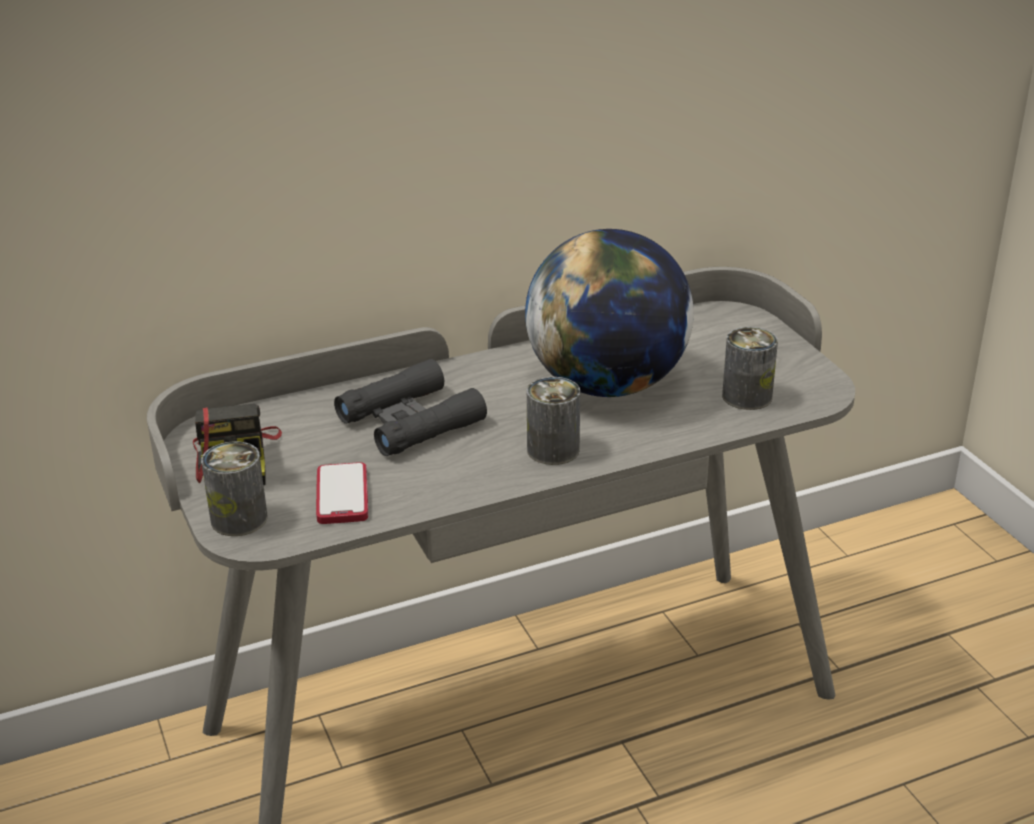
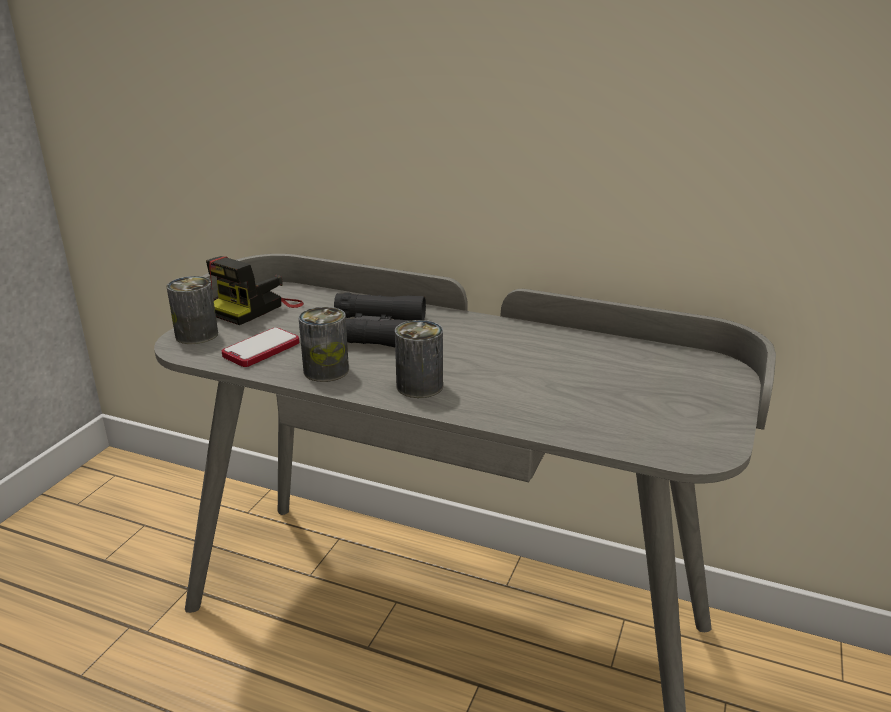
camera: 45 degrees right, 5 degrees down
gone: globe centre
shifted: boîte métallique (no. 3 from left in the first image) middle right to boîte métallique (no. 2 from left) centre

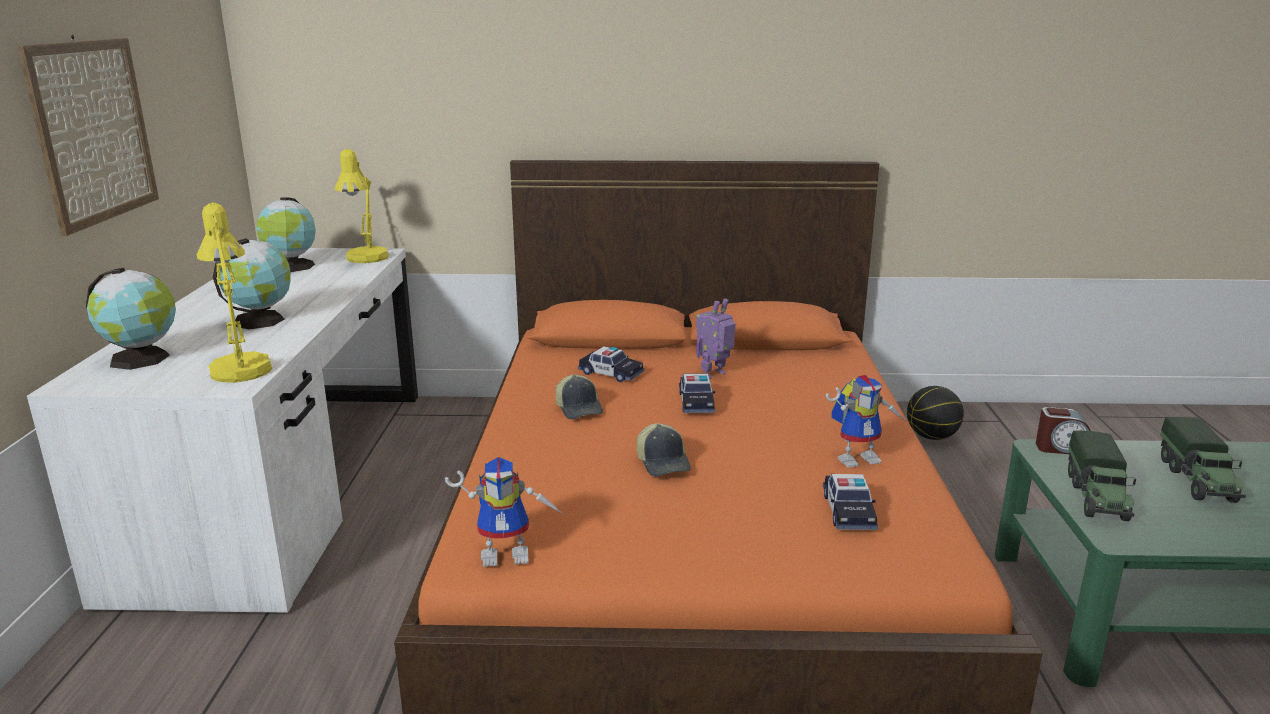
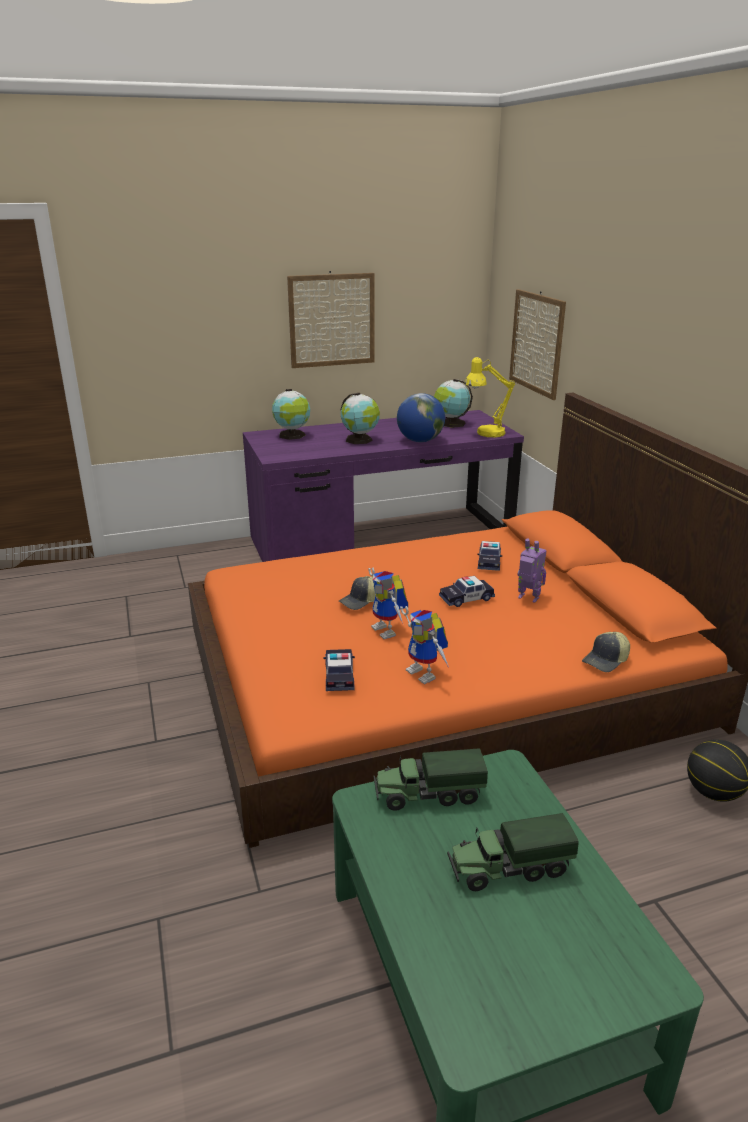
camera: 70 degrees right, 5 degrees up
gone: lampe de table [jaune] (no. 1 from left) middle left; réveil middle right
new: tableau (no. 2 from left) top right; globe (no. 3 from left) centre
shifted: casquette (no. 1 from left in the first image) centre to casquette (no. 2 from left) middle right; robot jouet (no. 1 from left) bottom centre to centre
repainted: bureau [blanc] middle left to bureau [violet] centre
rotated: petite voiture (no. 3 from left in the first image) bottom right = centre 105 degrees clockwise

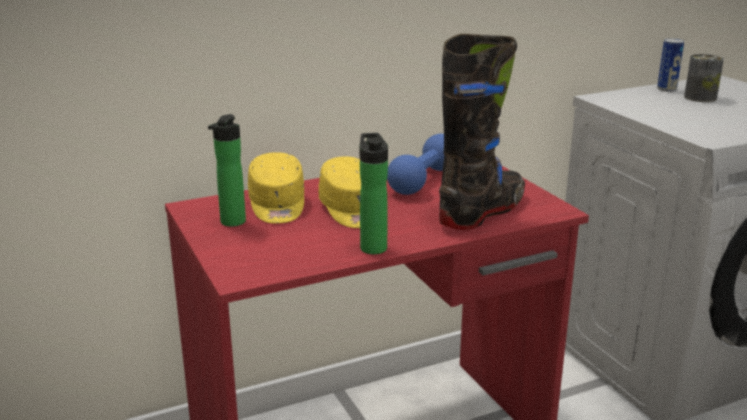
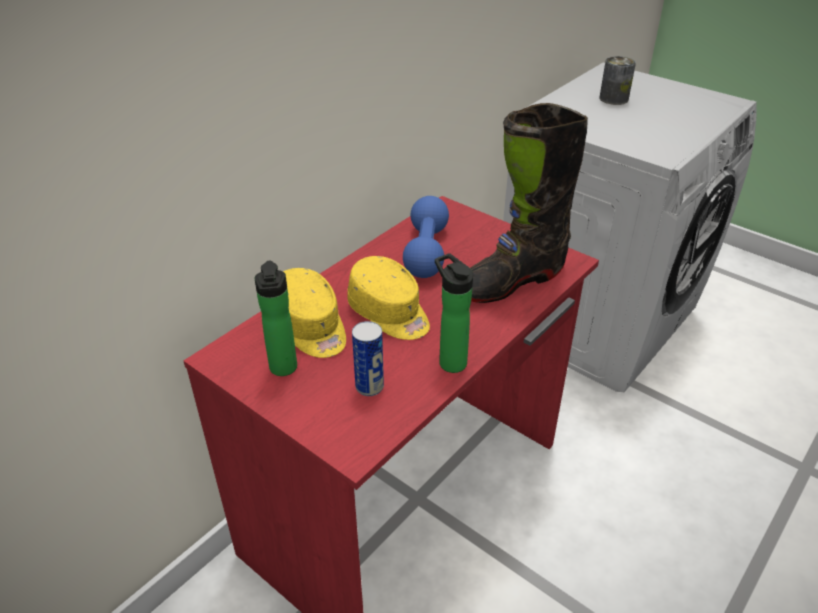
camera: 25 degrees left, 15 degrees up
shifted: boîte métallique (no. 1 from left) top right to centre
rotated: botte [noir] top centre = top centre 135 degrees counterclockwise

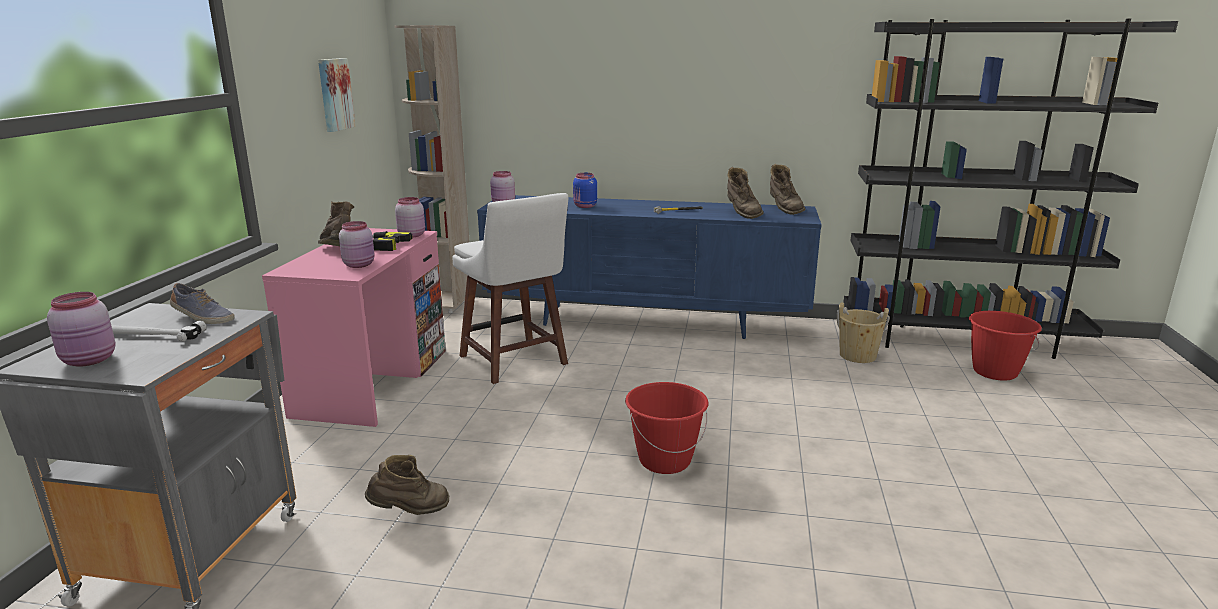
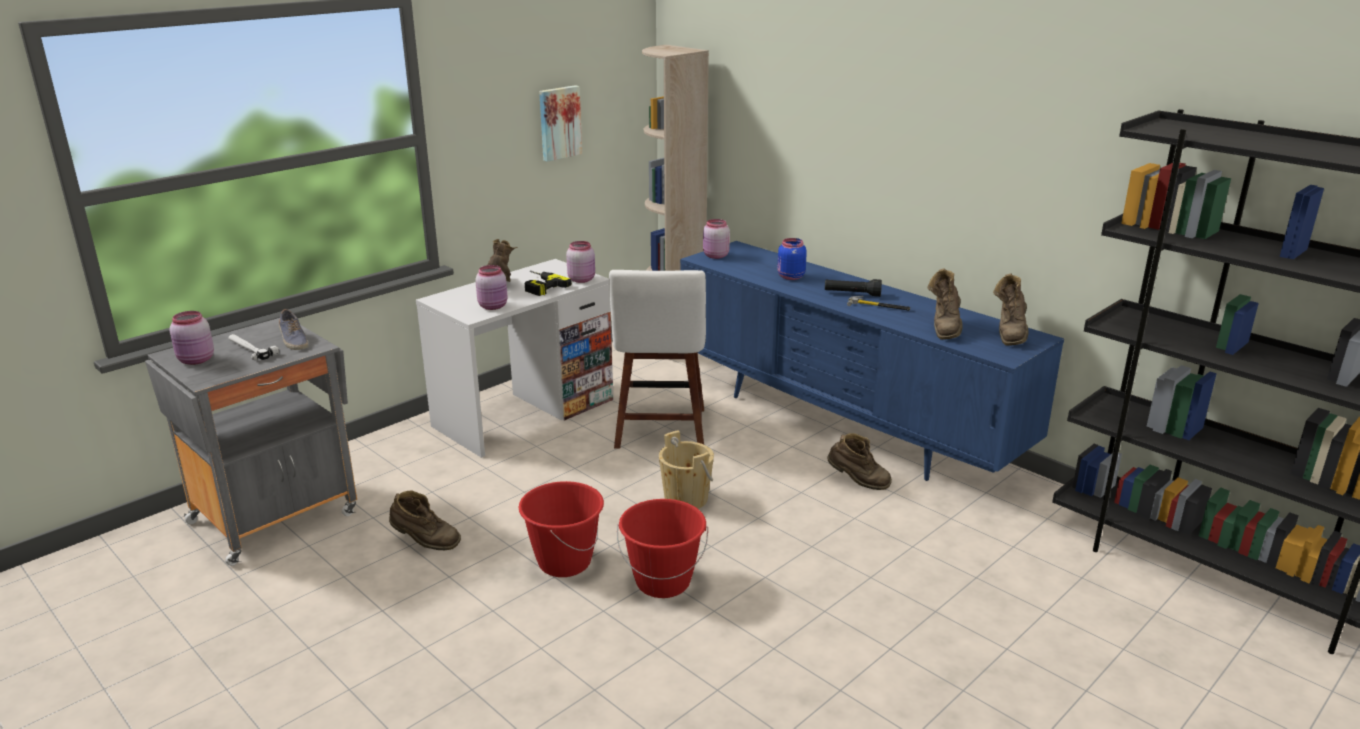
camera: 35 degrees right, 5 degrees up
new: lampe de poche [noir] centre; botte [marron] (no. 3 from left) centre
shifted: seau [beige] middle right to centre; seau [rouge] (no. 2 from left in the first image) middle right to seau [rouge] (no. 1 from left) bottom centre
repainted: bureau [rose] middle left to bureau [blanc] centre

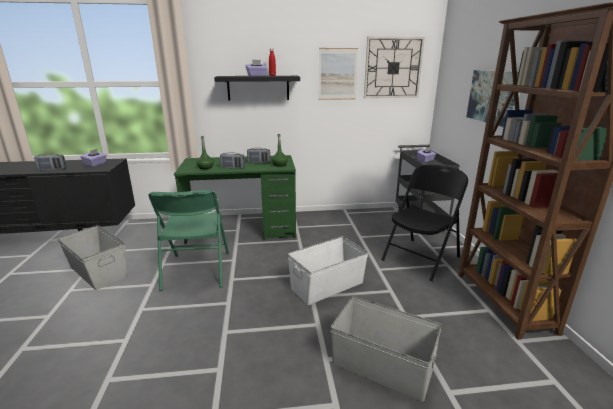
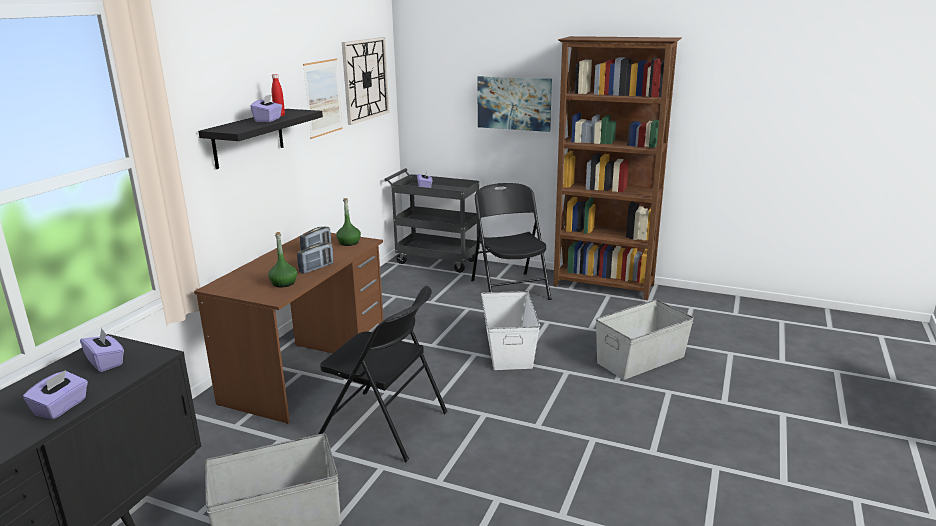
camera: 60 degrees left, 0 degrees up
swapped: radio (no. 1 from left) middle left to boîte à mouchoirs [violet] (no. 1 from left) bottom left
repainted: bureau [vert] centre to bureau [marron] middle left; chaise [vert] middle left to chaise [noir] (no. 1 from left) bottom centre

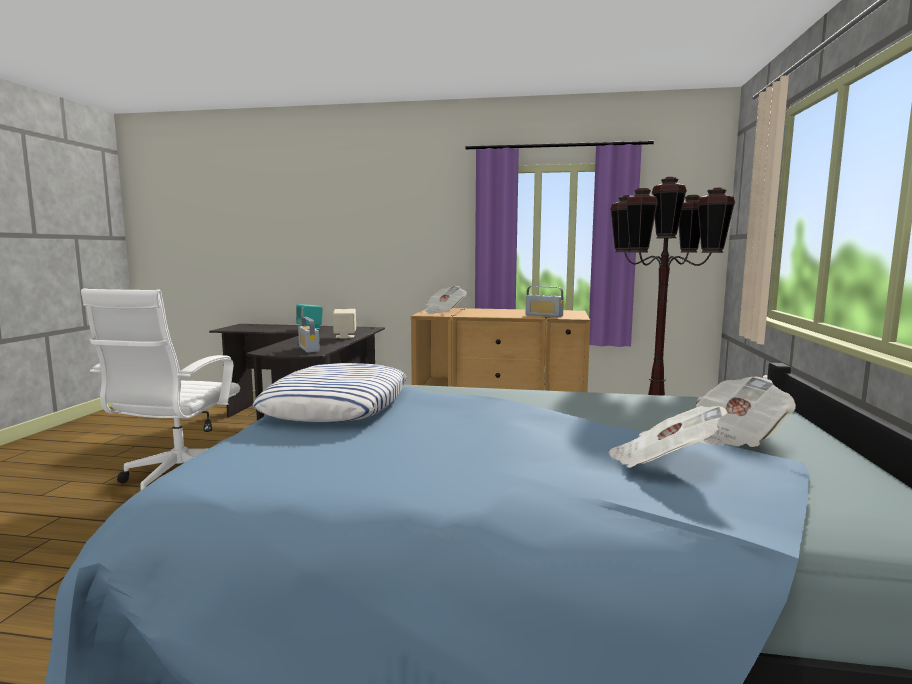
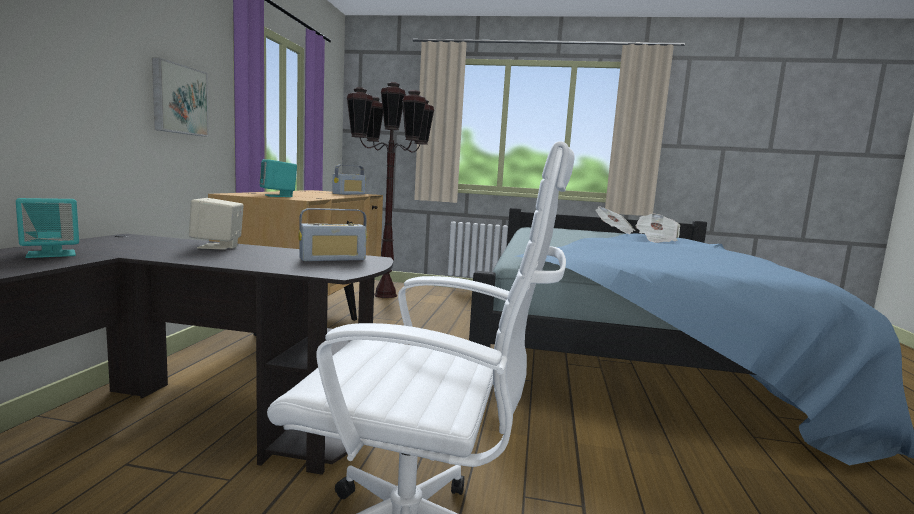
camera: 90 degrees left, 0 degrees up
gone: coussin centre
new: tableau top left
swapped: journal (no. 1 from left) centre to enceinte [turquoise] (no. 2 from left) middle left

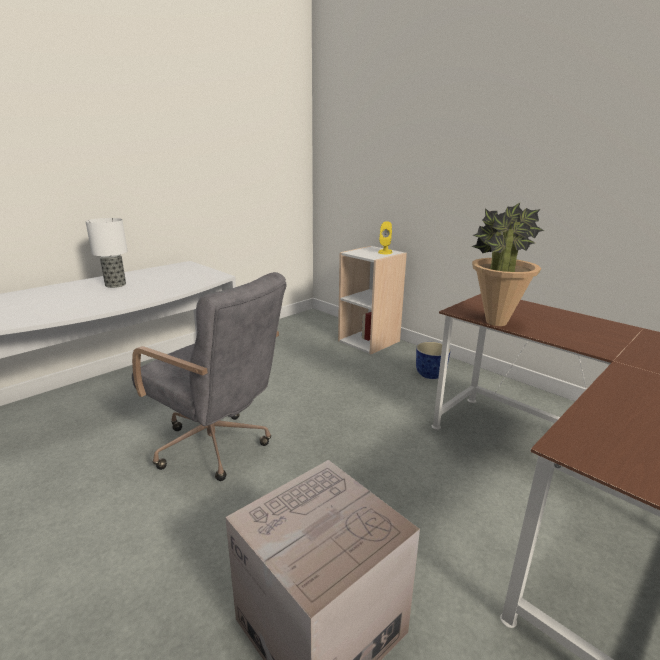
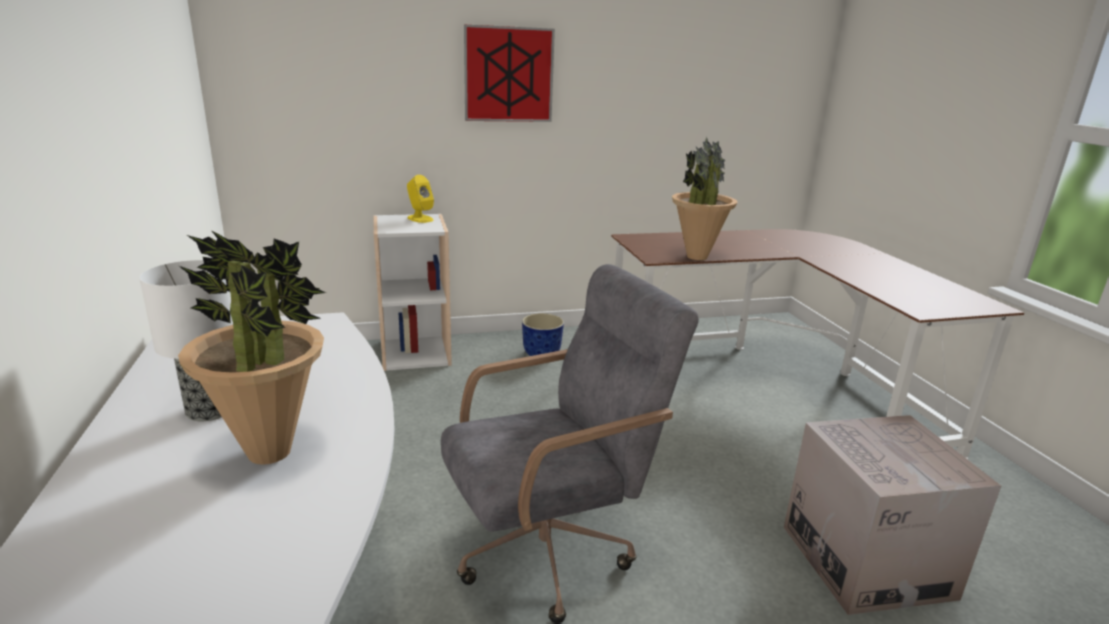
camera: 60 degrees left, 0 degrees up
new: tableau top centre; plante en pot (no. 1 from left) middle left

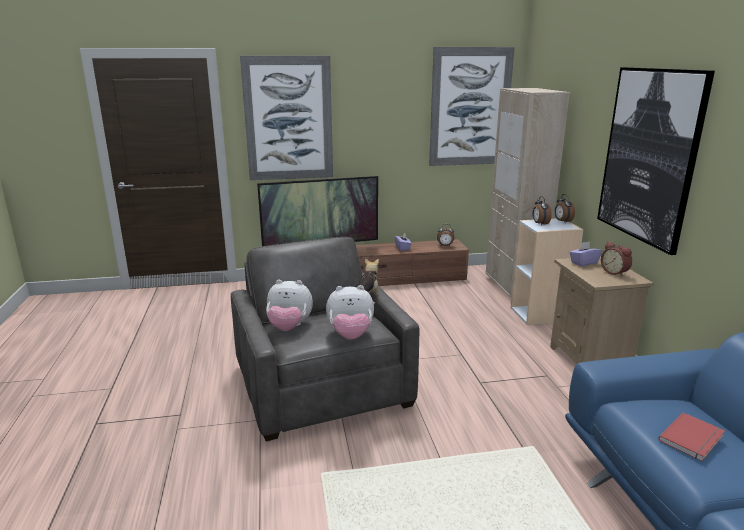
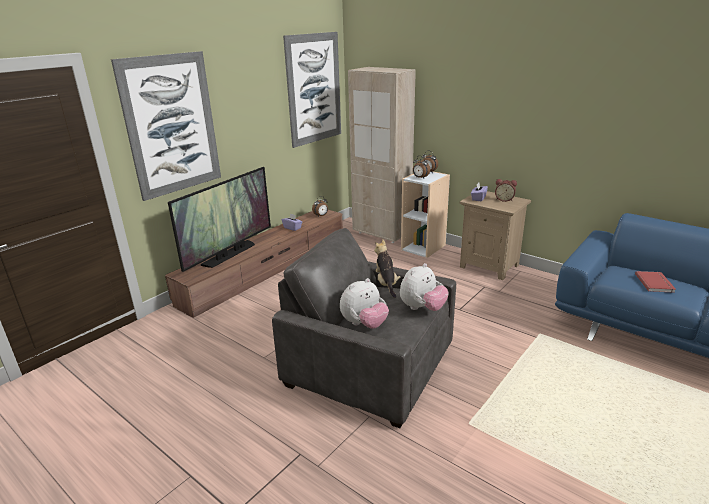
camera: 40 degrees left, 5 degrees up
gone: tableau (no. 3 from left) top right

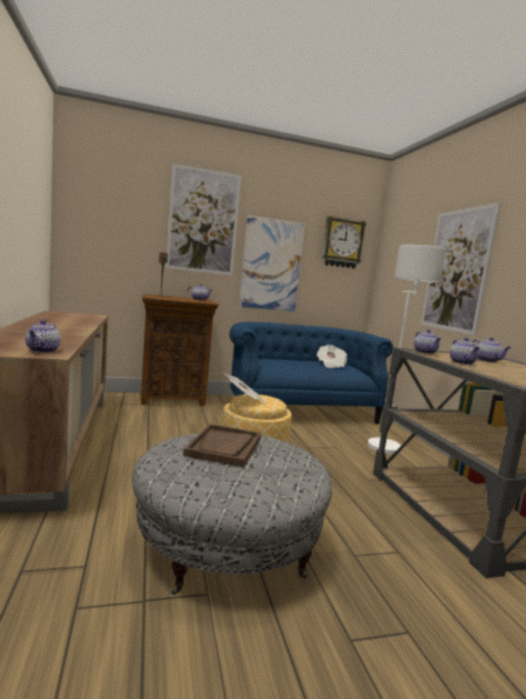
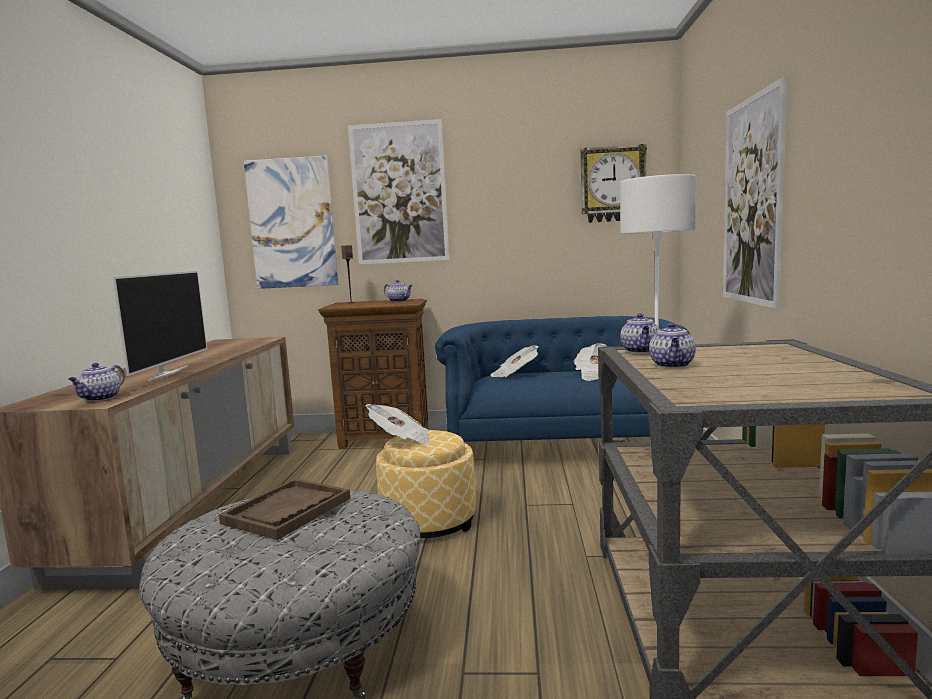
camera: 20 degrees right, 0 degrees up
gone: théière (no. 5 from left) middle right
new: téléviseur middle left; journal (no. 2 from left) centre
shifted: tableau (no. 2 from left in the first image) centre to tableau (no. 1 from left) top left

